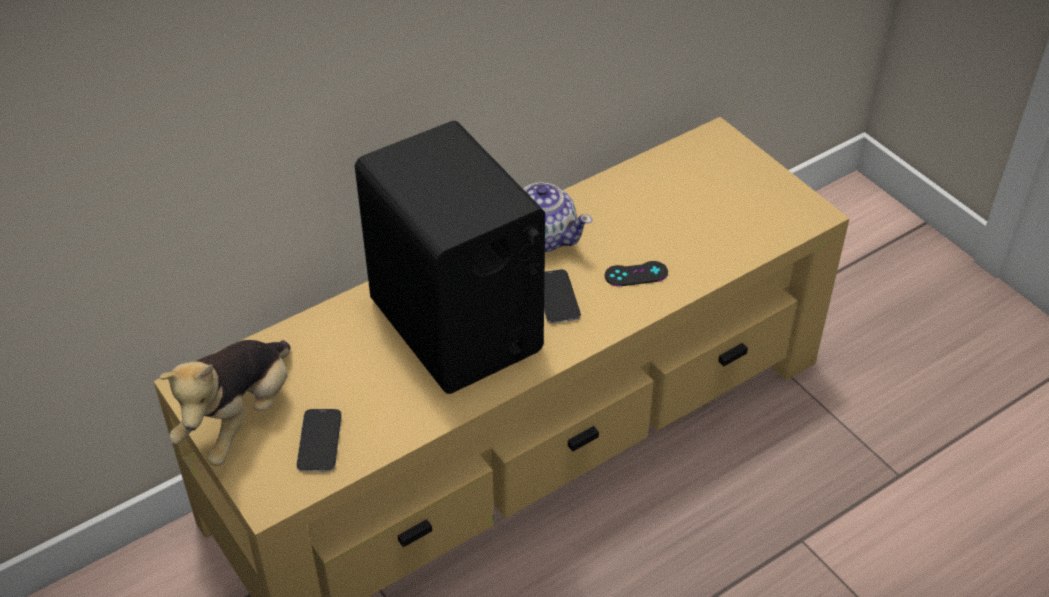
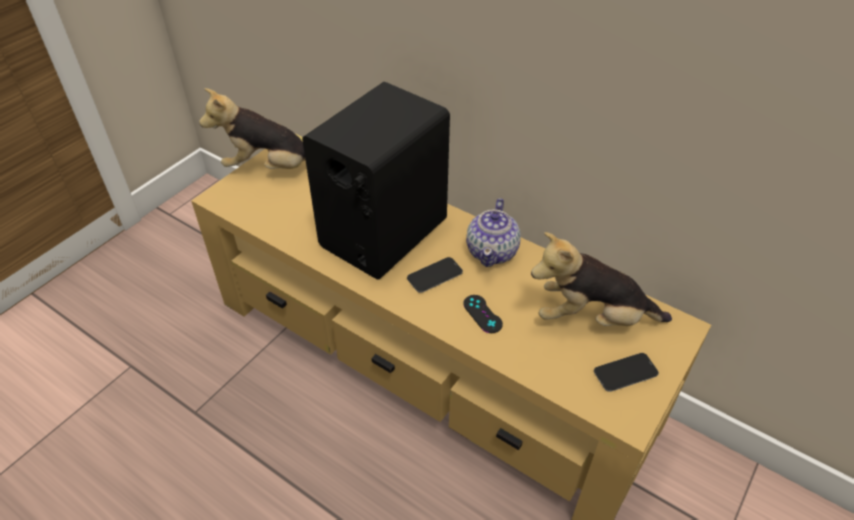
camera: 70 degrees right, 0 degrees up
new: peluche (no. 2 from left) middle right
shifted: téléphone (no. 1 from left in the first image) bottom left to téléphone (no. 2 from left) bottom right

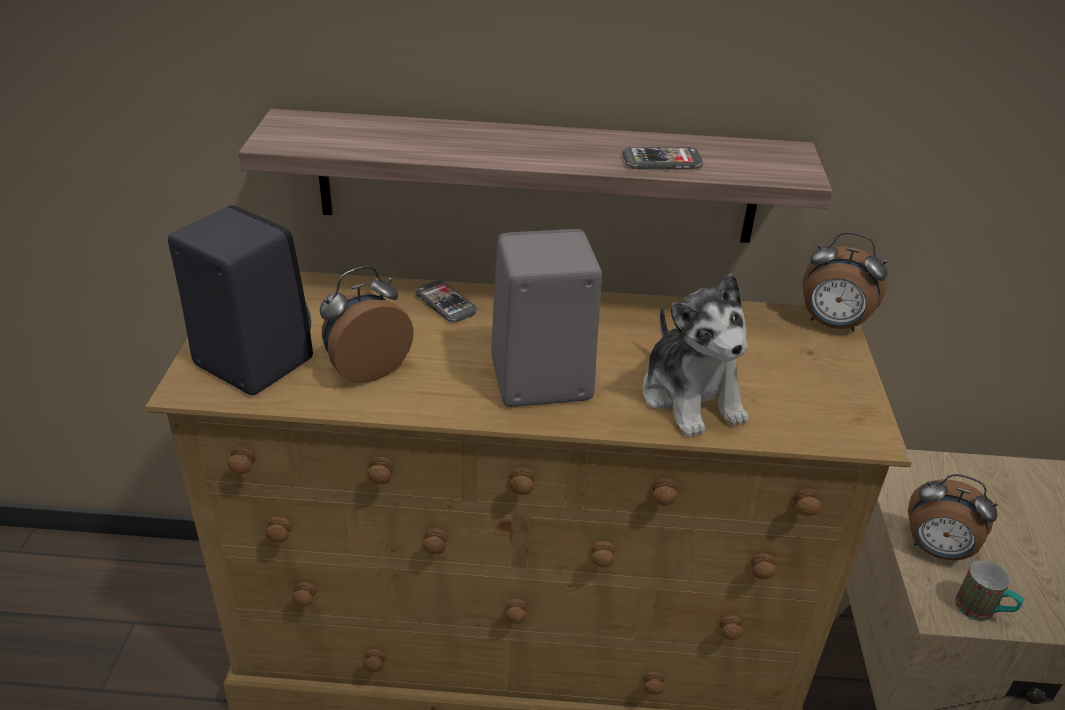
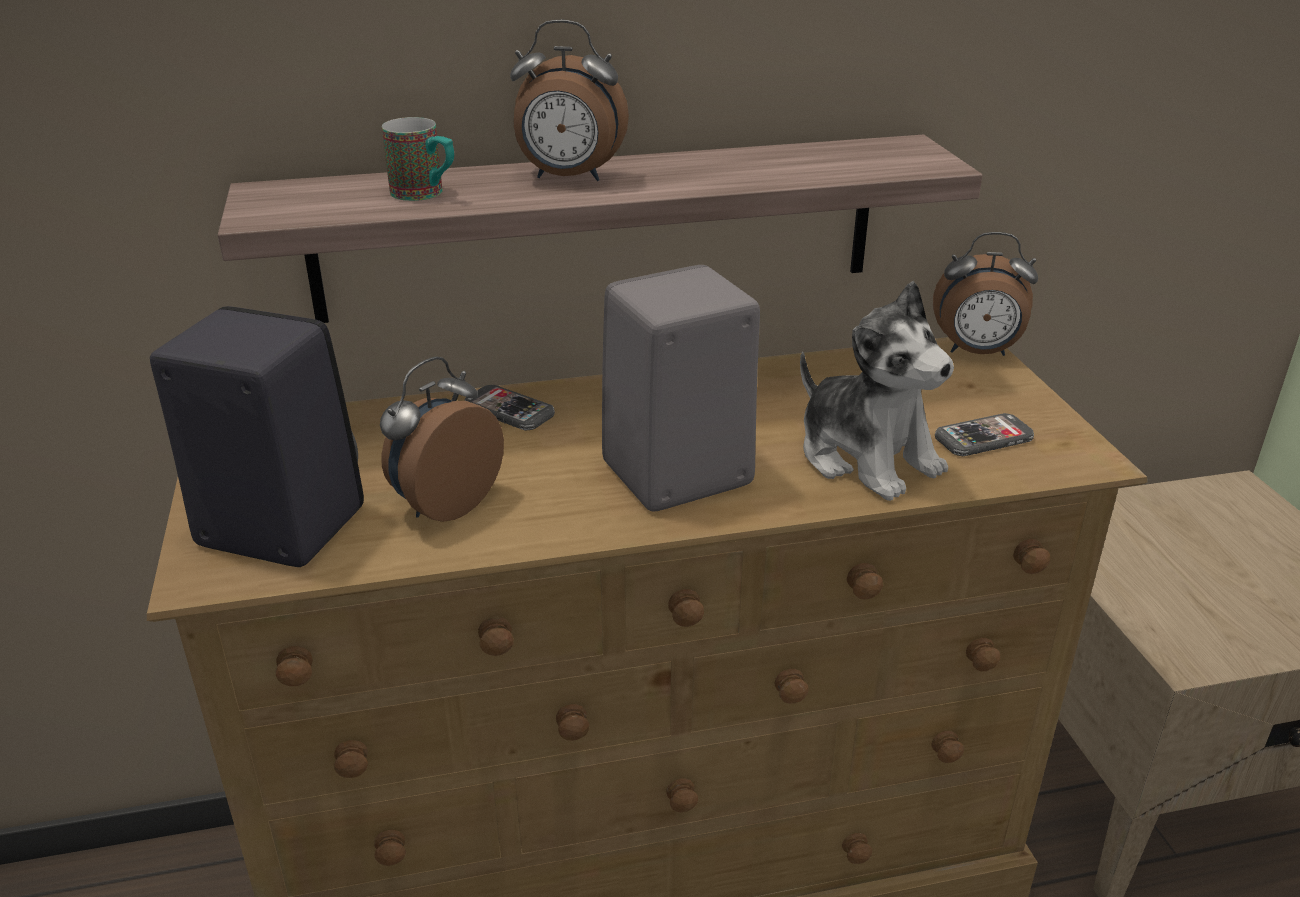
camera: 15 degrees left, 5 degrees down
shifted: téléphone (no. 2 from left) top centre to middle right; réveil (no. 3 from left in the first image) bottom right to réveil (no. 2 from left) top centre; mug bottom right to top left

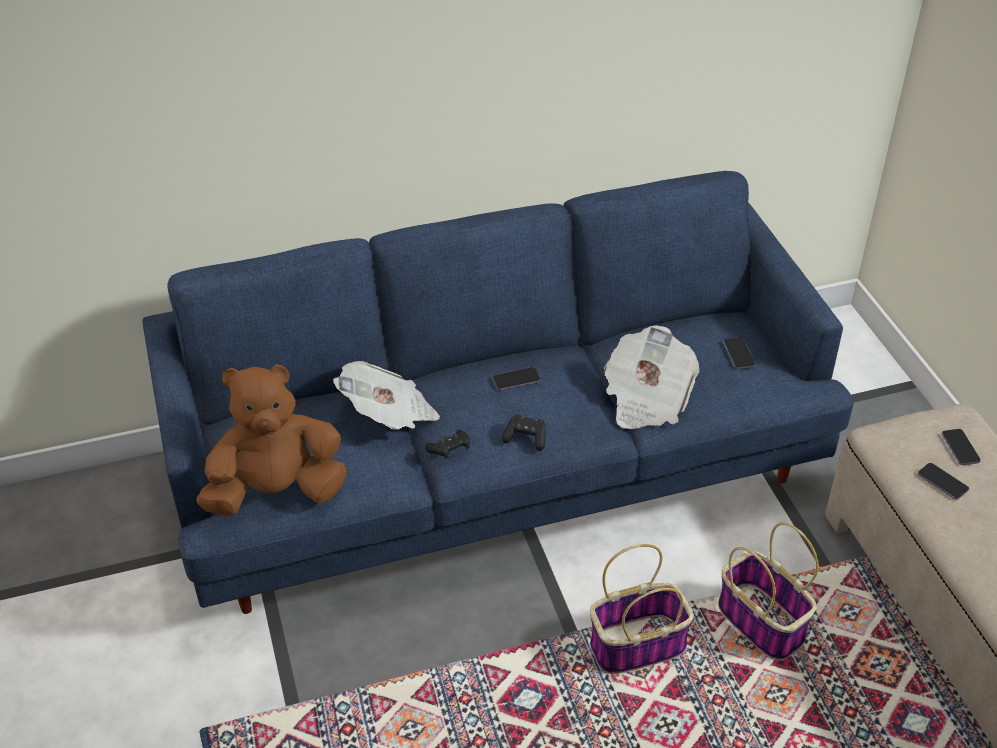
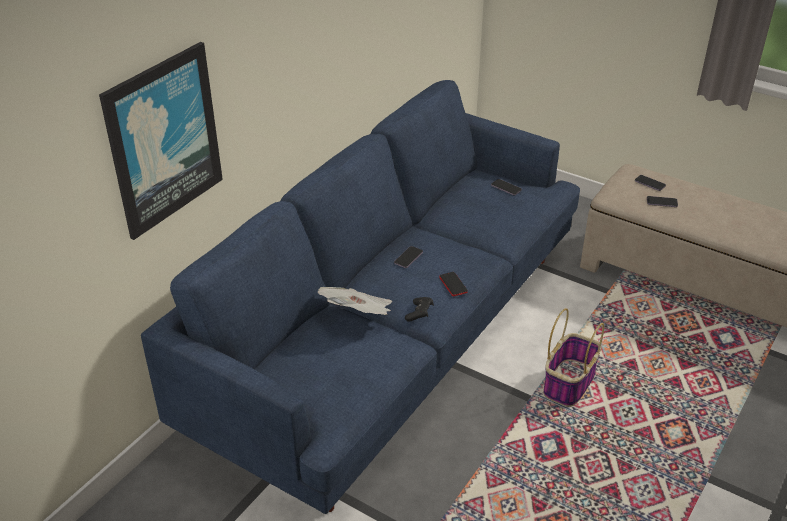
camera: 40 degrees left, 5 degrees down
gone: journal (no. 2 from left) centre; peluche [marron] middle left; panier (no. 2 from left) bottom right
new: tableau top left
swapped: manette [noir] (no. 2 from left) centre to téléphone (no. 2 from left) centre

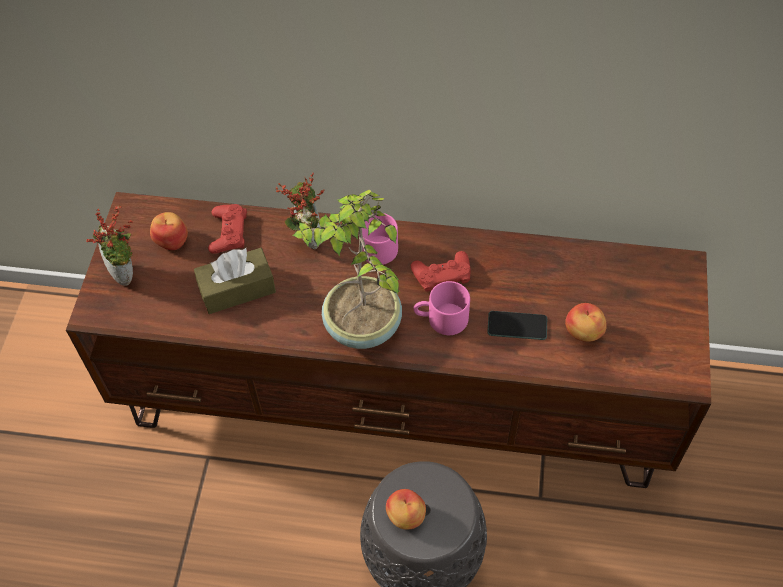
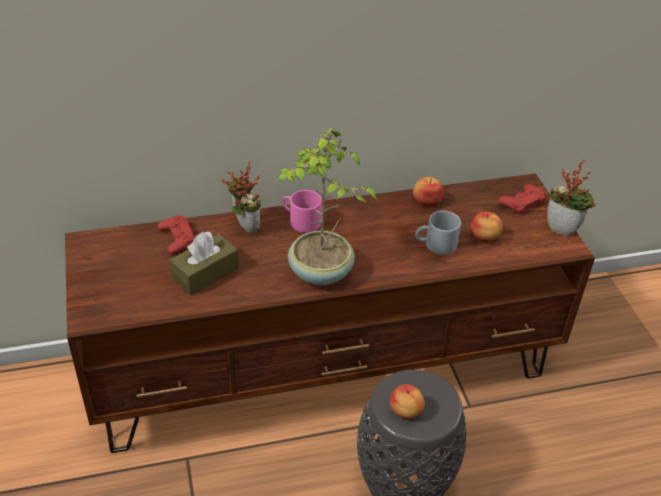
camera: 25 degrees left, 15 degrees down
gone: mug [rose] (no. 2 from left) centre
shifted: plante en pot (no. 1 from left in the first image) middle left to plante en pot (no. 3 from left) middle right; pomme (no. 1 from left in the first image) middle left to pomme (no. 2 from left) centre; manette [rouge] (no. 2 from left) centre to middle right
swapped: téléphone centre to mug [gris] centre

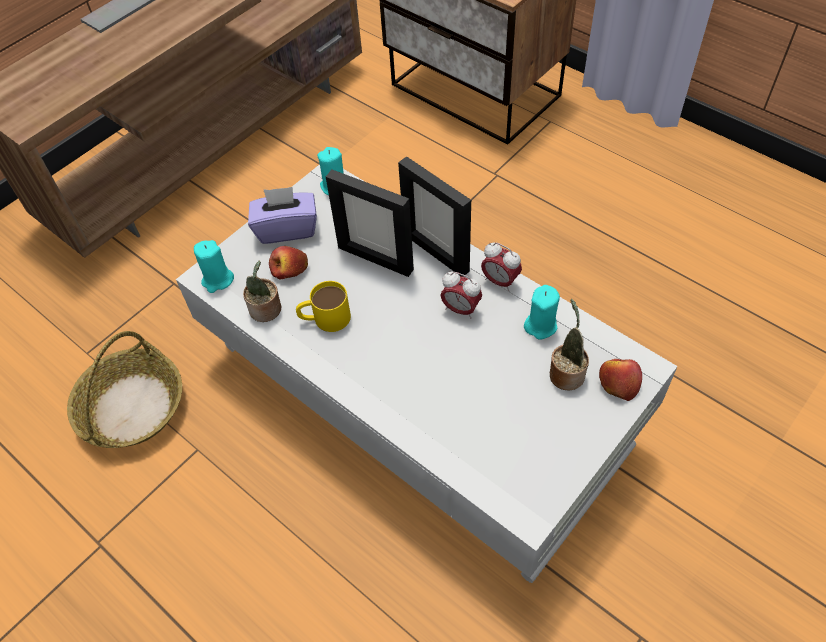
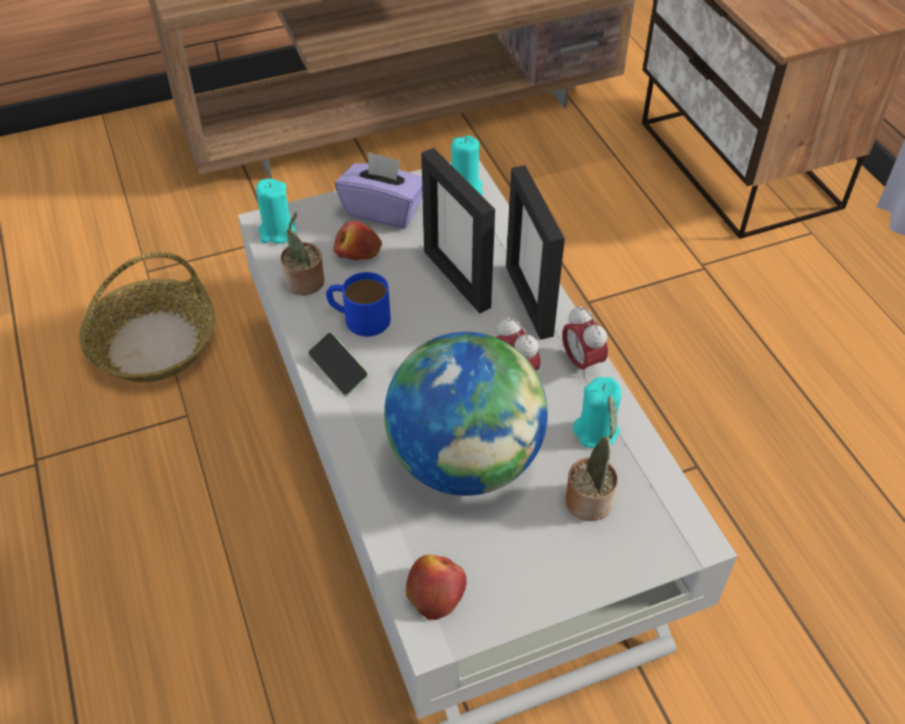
camera: 25 degrees right, 5 degrees down
new: téléphone centre; globe centre
shifted: pomme (no. 2 from left) middle right to bottom centre
repainted: mug [jaune] centre to mug [bleu] centre

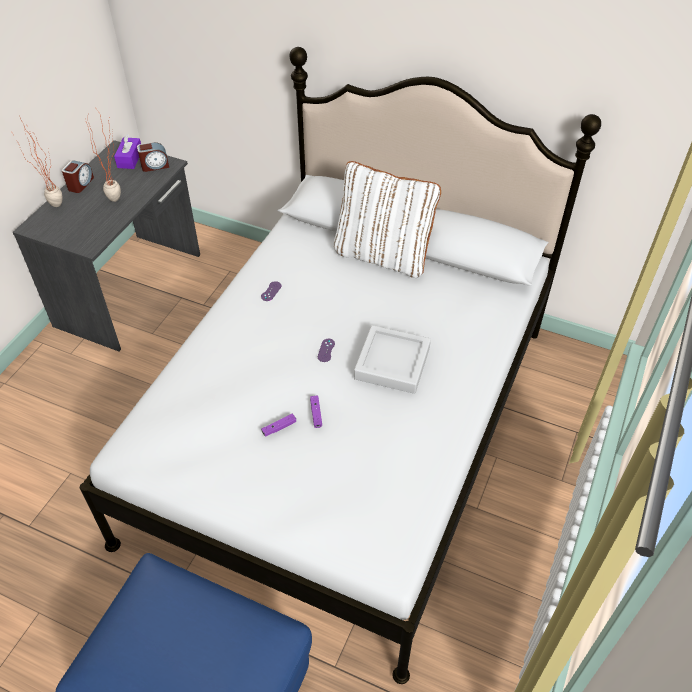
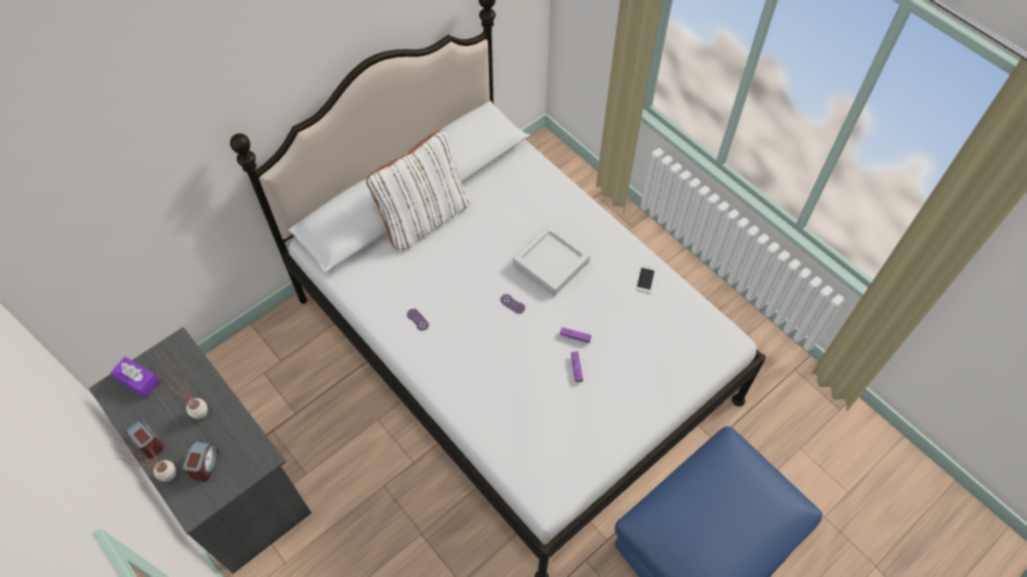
camera: 65 degrees left, 10 degrees up
new: téléphone centre
shifted: réveil (no. 2 from left) top left to bottom left

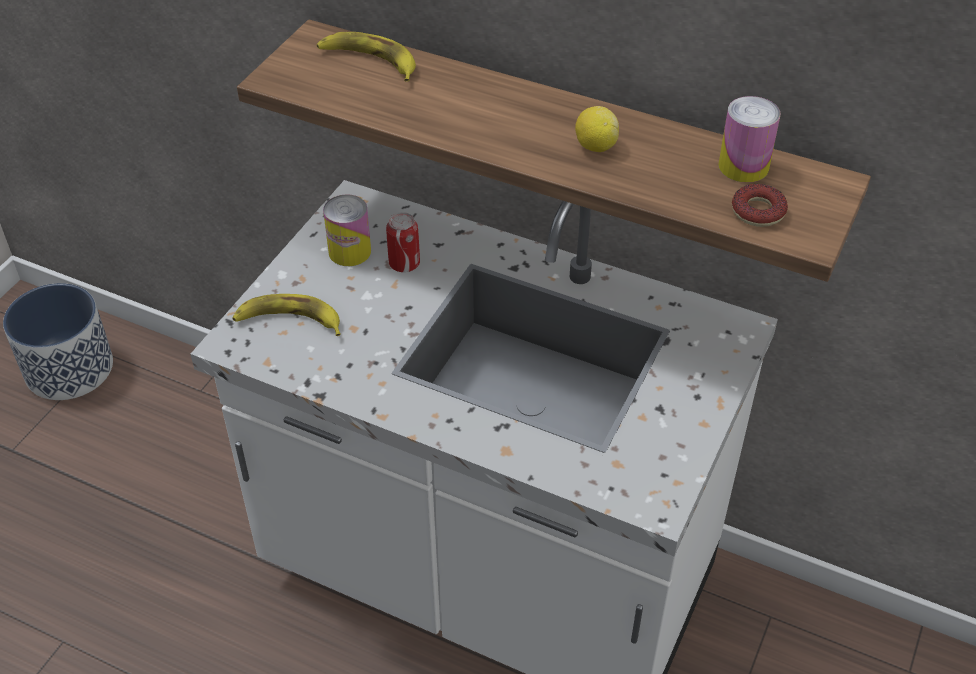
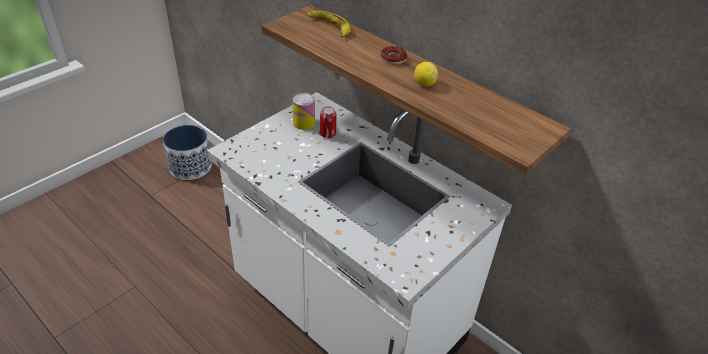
camera: 15 degrees right, 5 degrees down
gone: boîte métallique (no. 3 from left) top right; banane (no. 1 from left) middle left
shifted: beignet top right to top centre

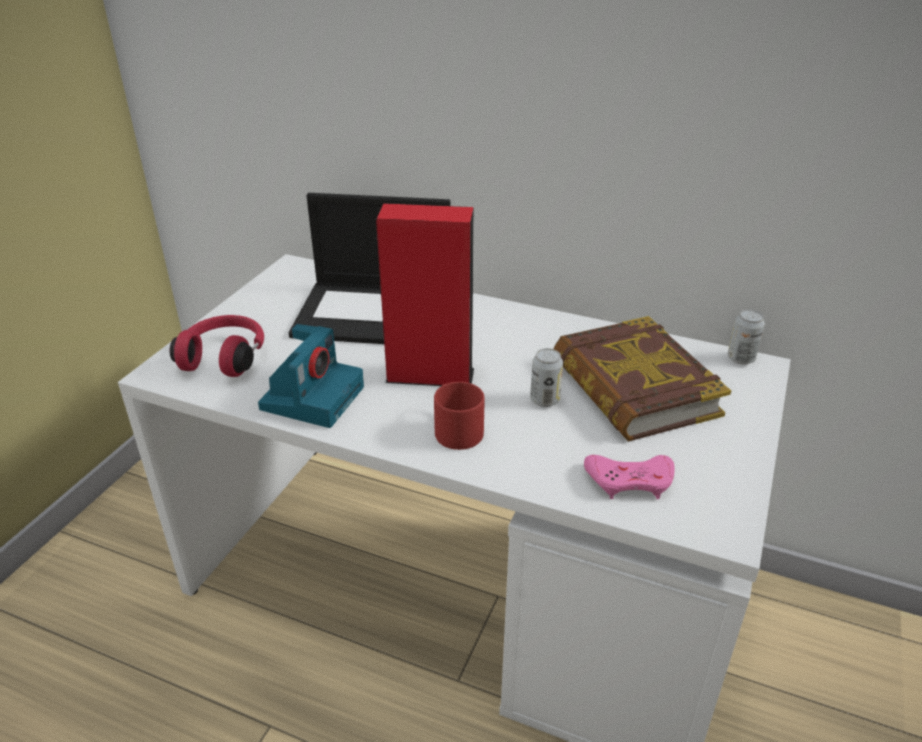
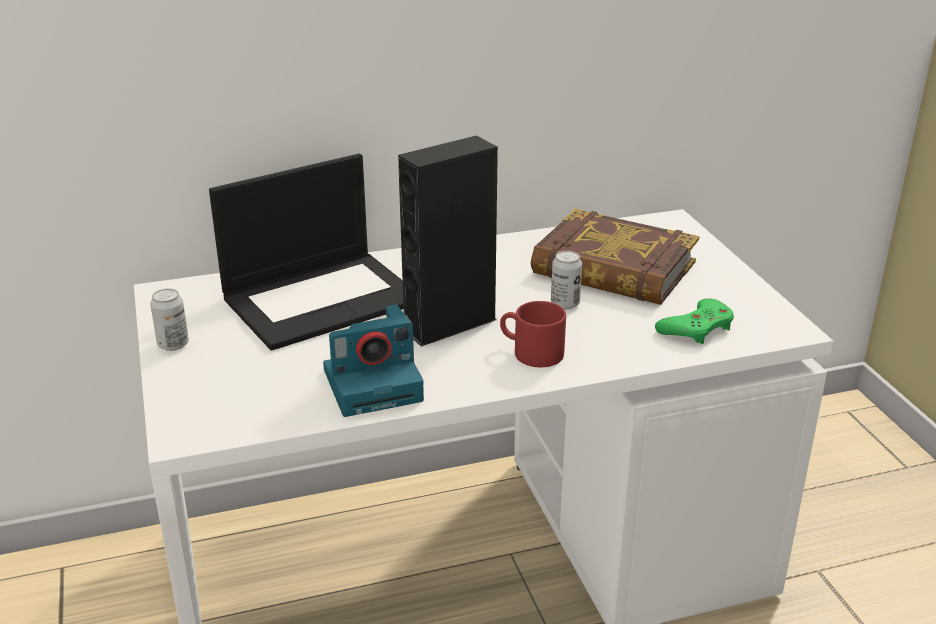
camera: 40 degrees left, 5 degrees down
gone: casque audio [rouge] middle left
shifted: boîte métallique (no. 2 from left in the first image) middle right to boîte métallique (no. 1 from left) middle left
repainted: enceinte [rouge] centre to enceinte [noir] centre; manette [rose] middle right to manette [vert] middle right
rotated: appareil photo centre = centre 90 degrees clockwise

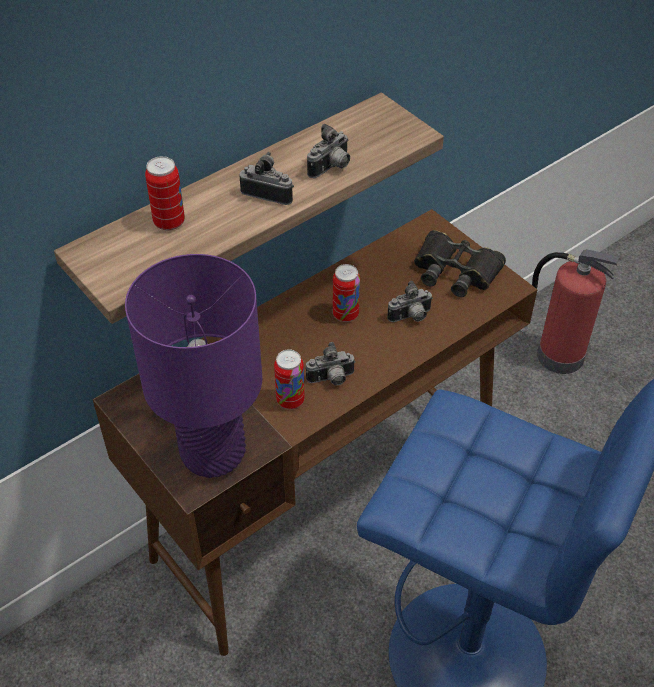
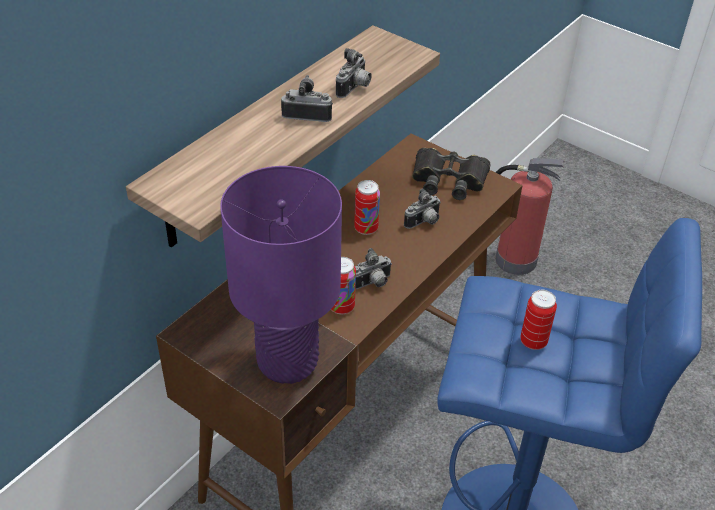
camera: 15 degrees left, 5 degrees down
shifted: boîte métallique (no. 1 from left in the first image) top left to boîte métallique (no. 3 from left) middle right

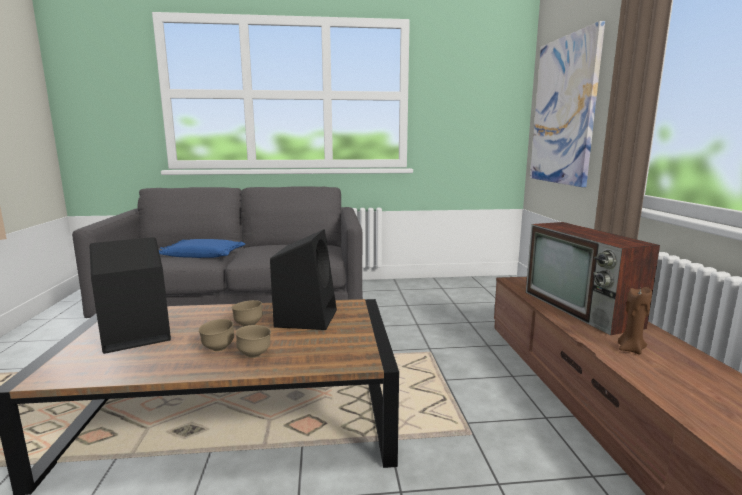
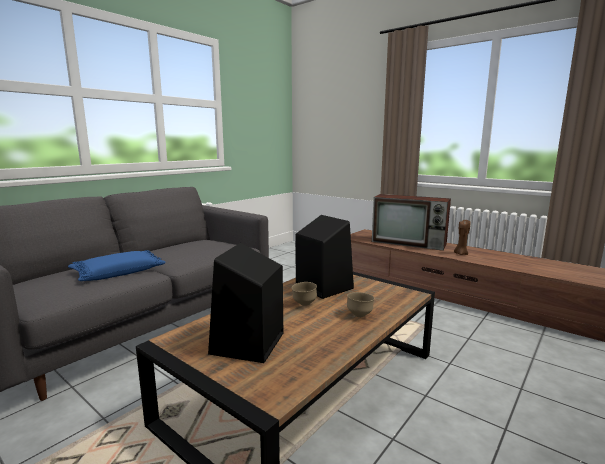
camera: 45 degrees left, 0 degrees up
gone: tableau top right; bol [marron] (no. 1 from left) bottom left

